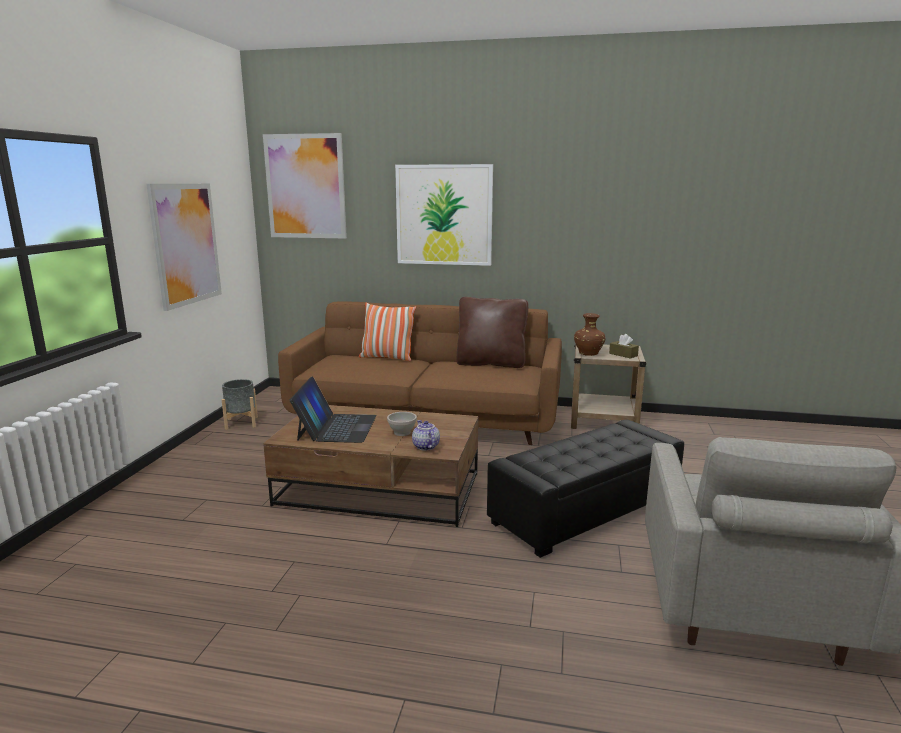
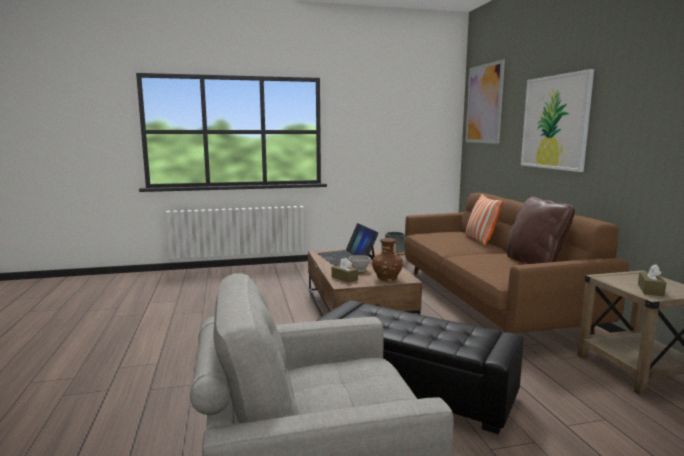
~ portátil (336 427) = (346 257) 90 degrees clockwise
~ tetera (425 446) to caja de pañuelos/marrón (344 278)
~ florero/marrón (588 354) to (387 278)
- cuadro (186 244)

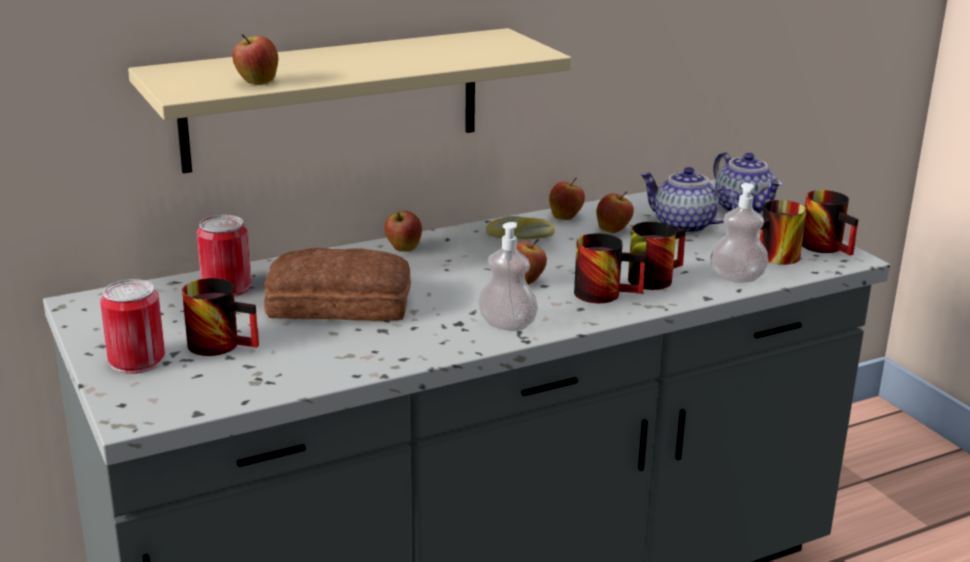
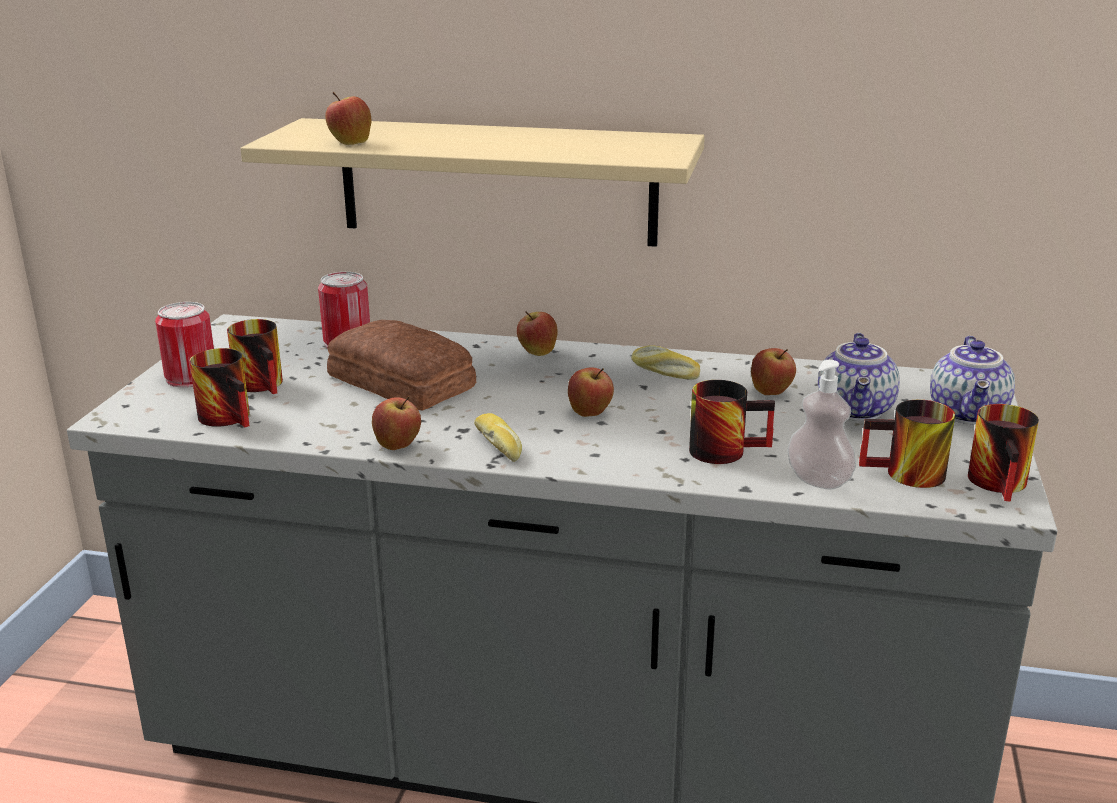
~ taza grande (605 292) to (232 417)
~ manzana (566 217) to (398 445)
~ dispensador de jabón (507 325) to pan (500 445)
~ tetera (682 226) = (857 410) 150 degrees counterclockwise

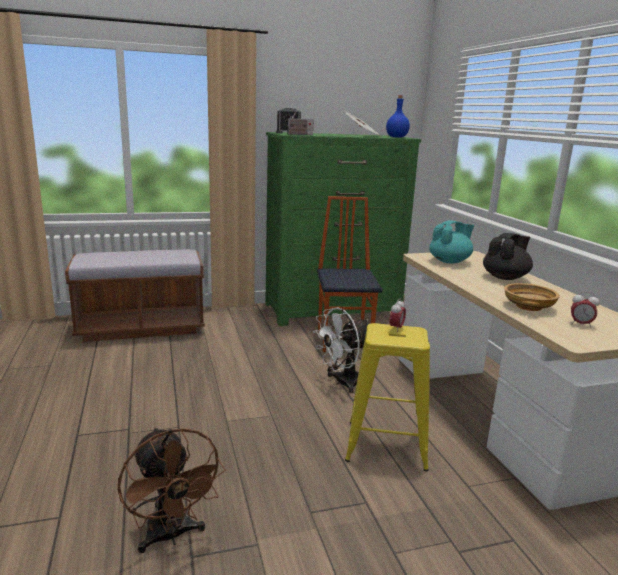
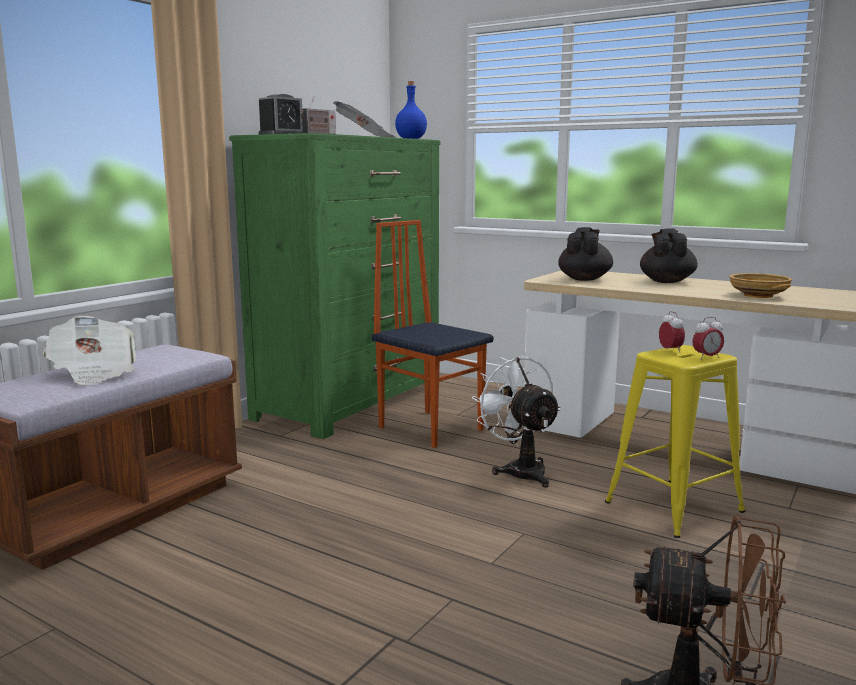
+ periódico (94 373)
~ ventilador/blanco (342 383) = (520 470) 135 degrees clockwise
~ tetera/turquesa (450 261) to tetera/negro (584 279)
~ despertador (580 324) to (706 357)

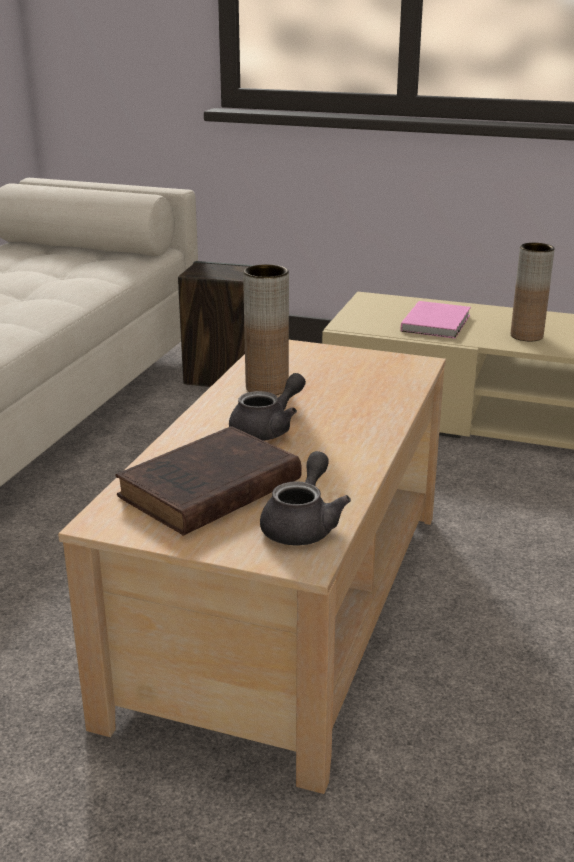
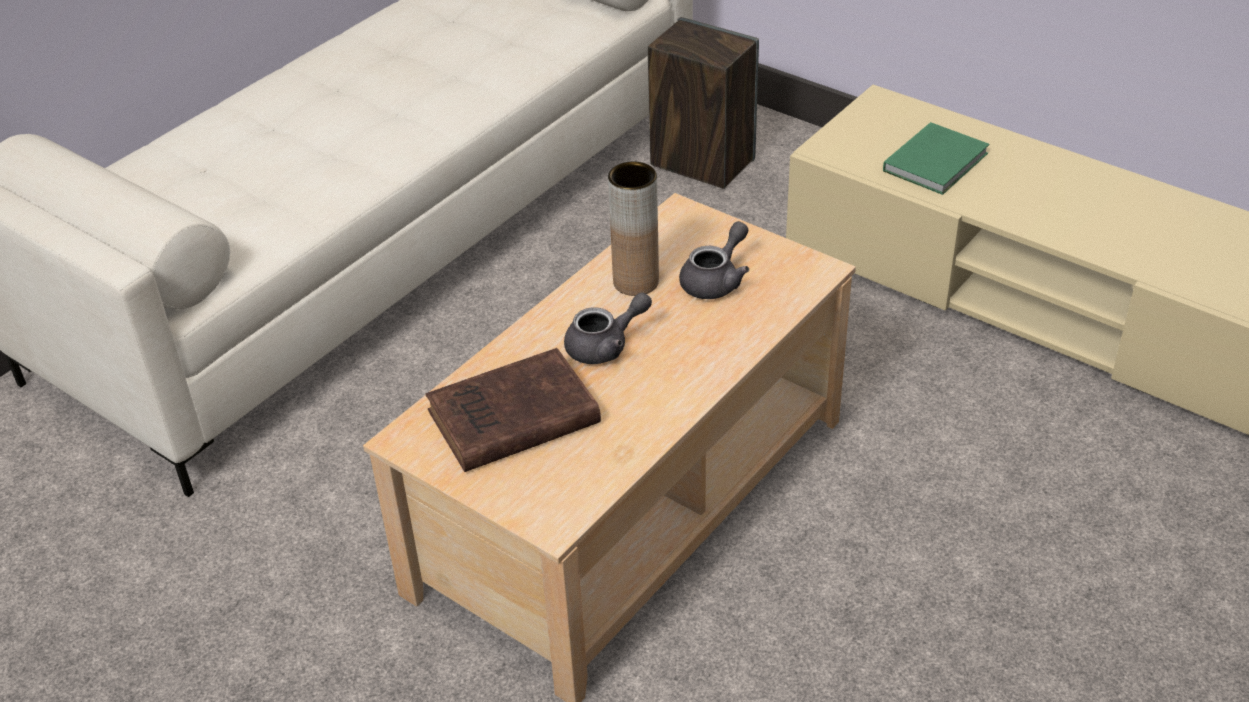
~ tetera/gris (303 525) to (716 280)
~ libro/rosa (437 322) to libro/verde (938 161)
- florero/marrón (526 336)

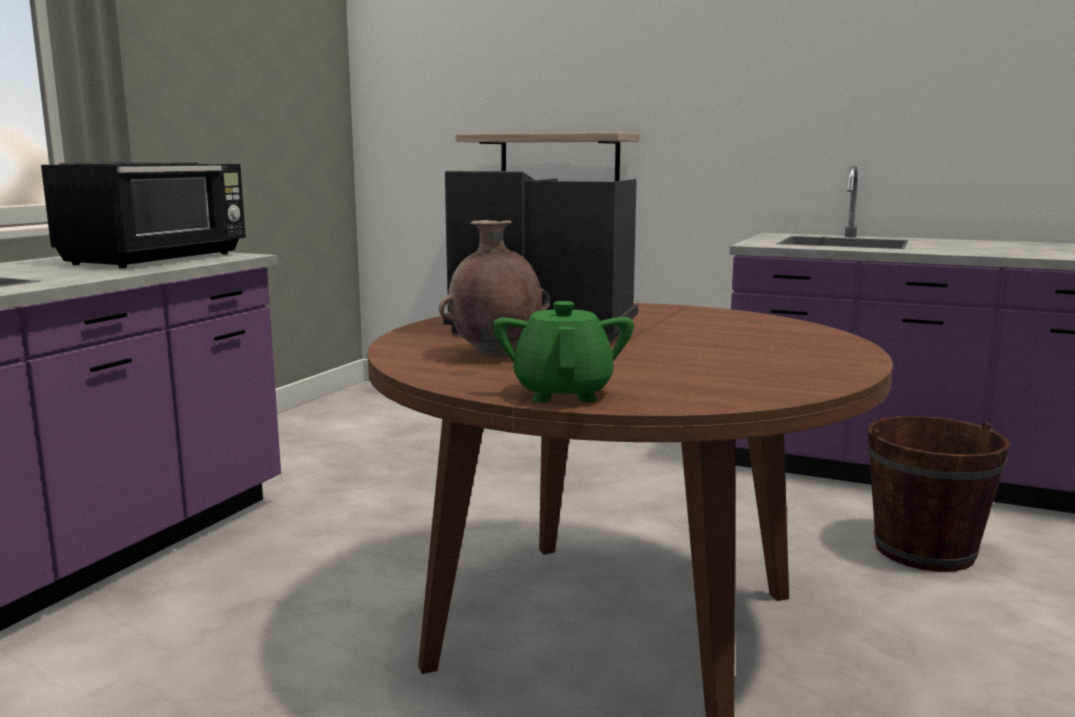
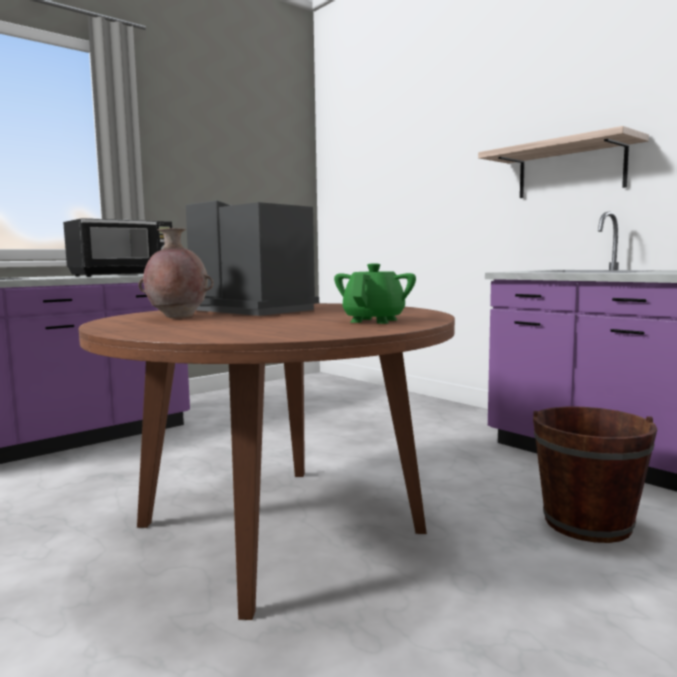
~ tetera/verde (563 393) to (374 321)
~ estante (559 161) to (570 170)

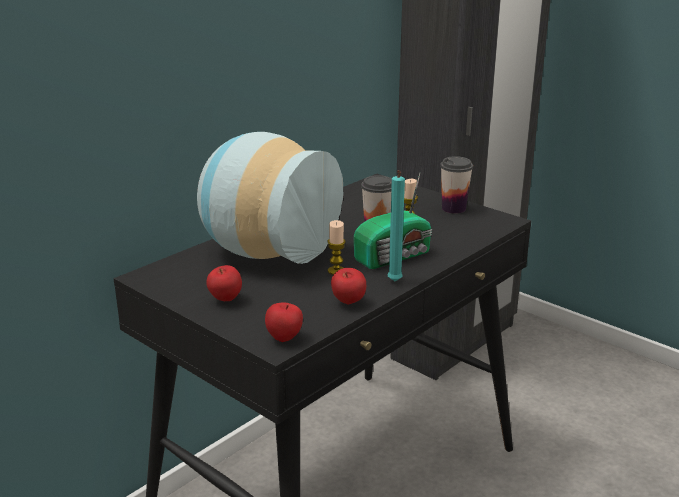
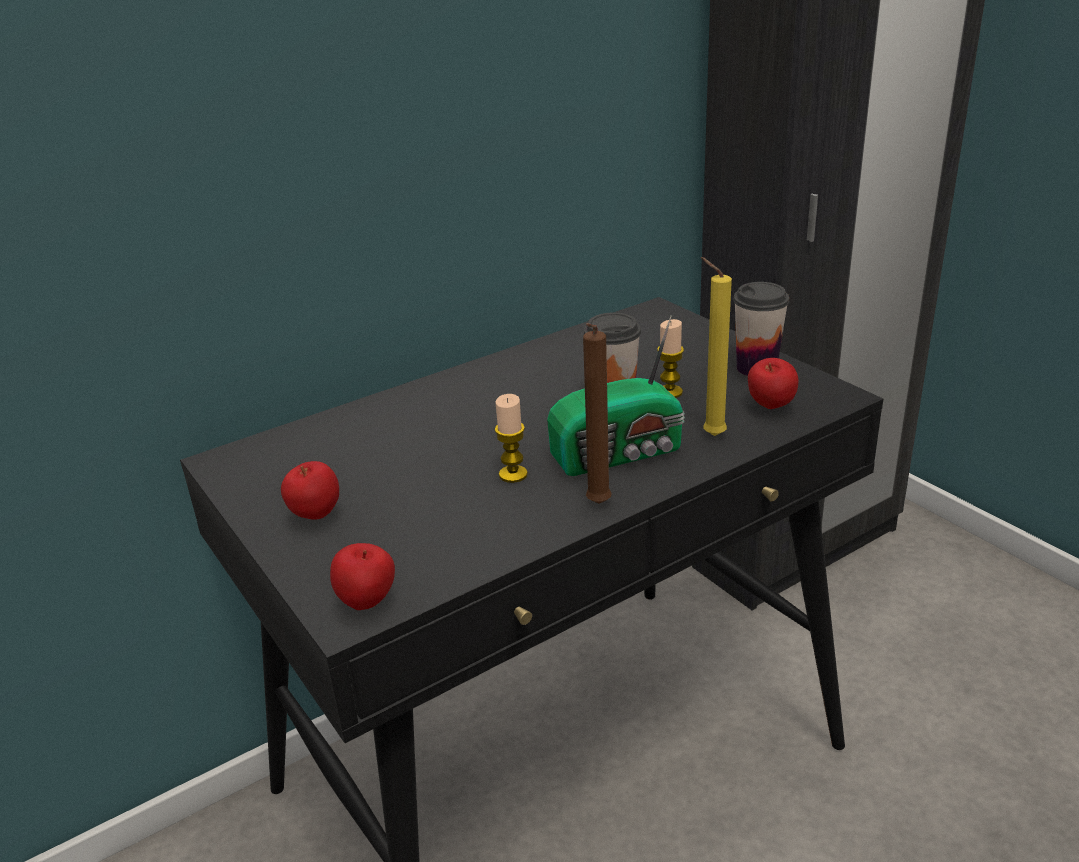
~ vela/turquesa (394 282) to vela/marrón (597 506)
+ vela/amarillo (710 435)
~ manzana (348 303) to (770 407)
- florero (265 252)

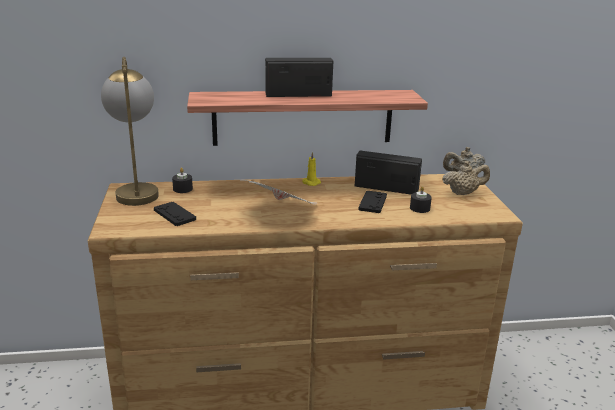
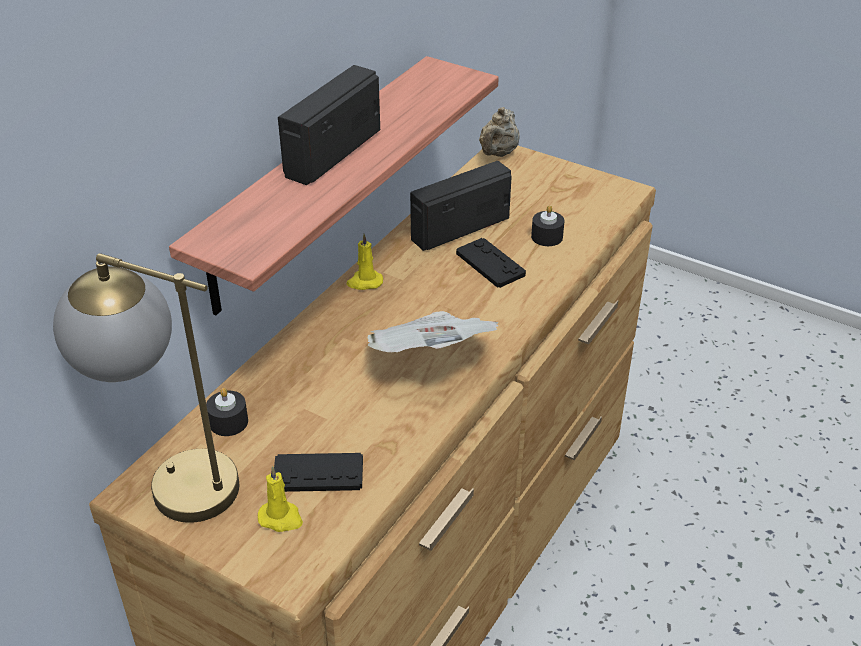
+ vela/amarillo (281 518)
- tetera/beis (463 193)

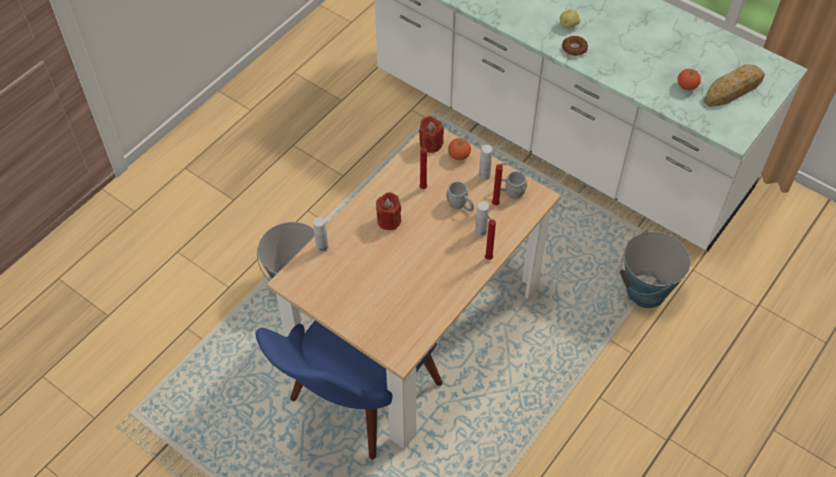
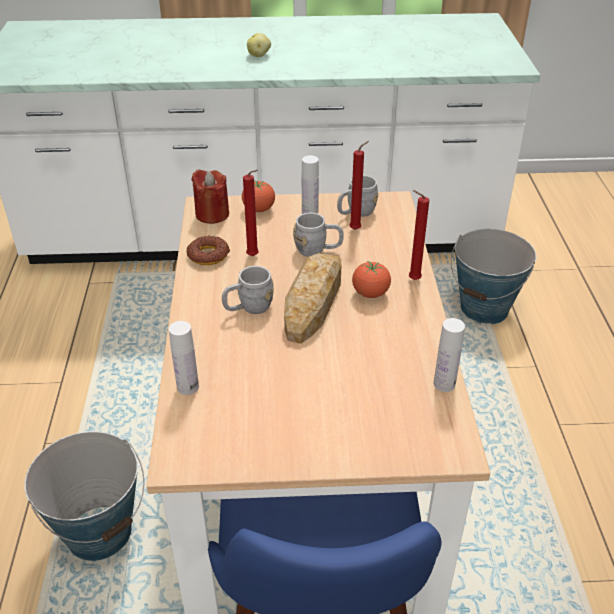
~ rosquilla (574 48) to (208 255)
~ vela/rojo (389 220) to taza grande/gris (248 308)
~ pan (733 89) to (313 302)
~ tomate (686 86) to (370 293)
~ botella/blanco (480 231) to (444 384)

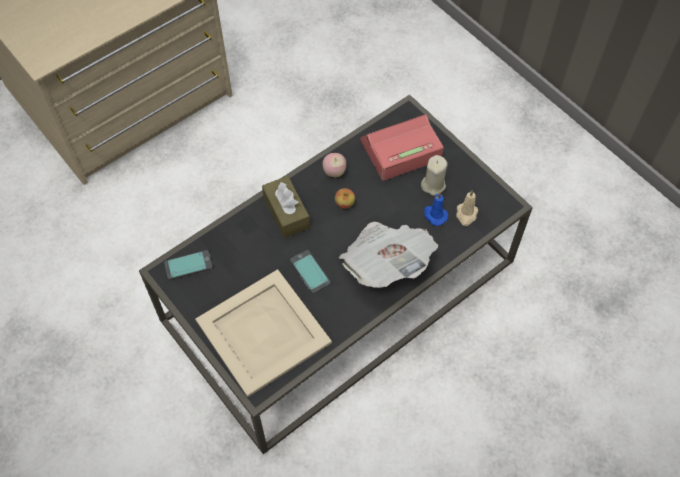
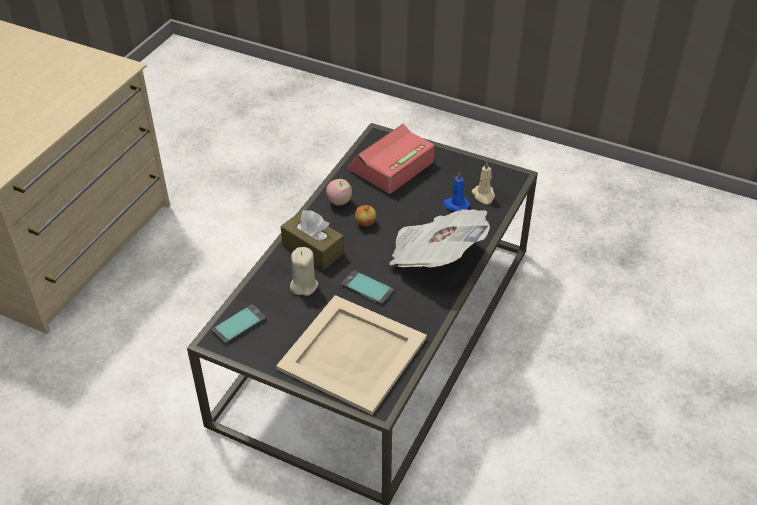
~ vela/beis (433 185) to (303 285)

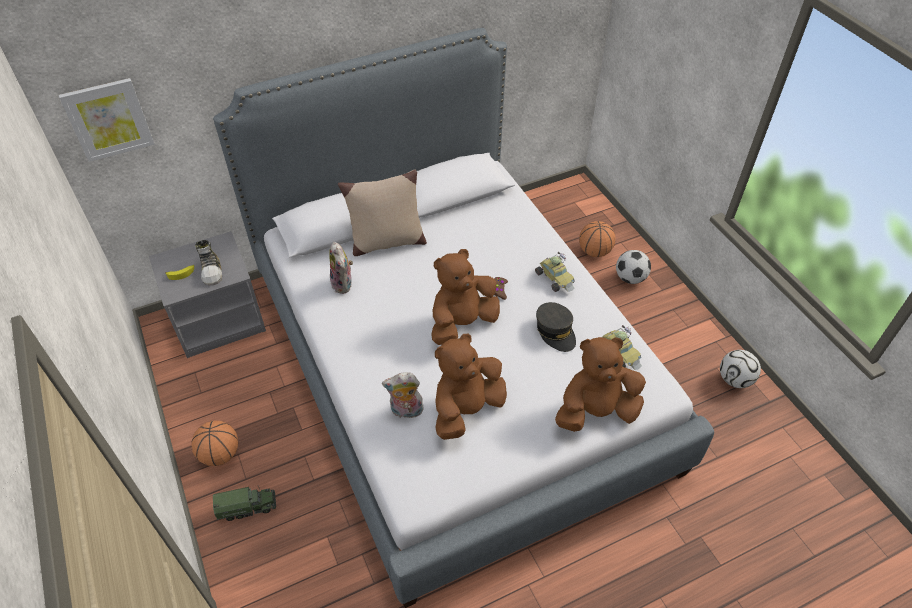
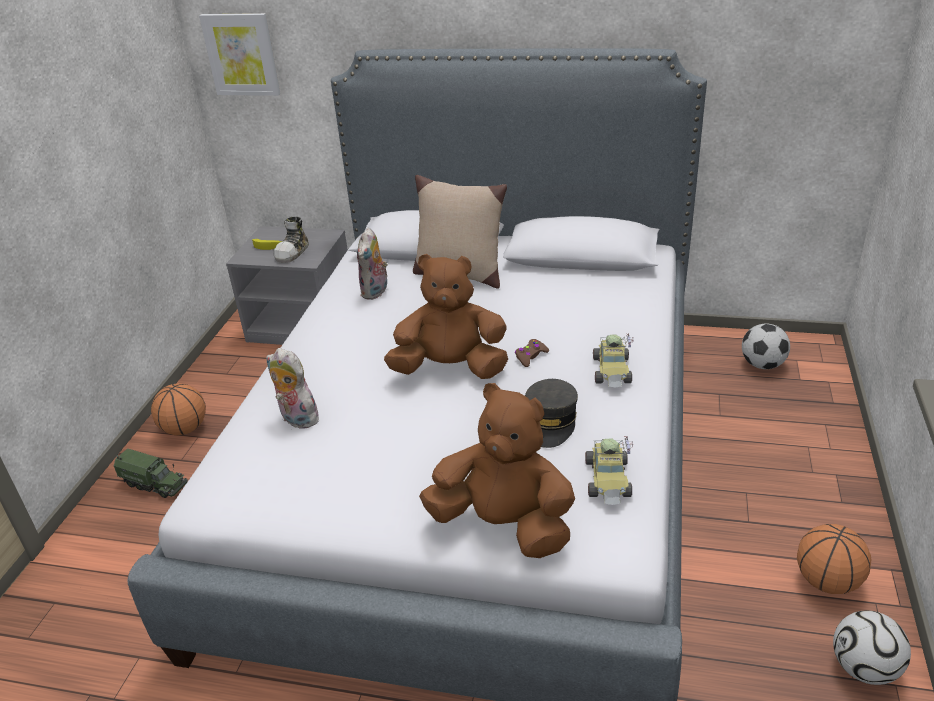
~ balón de fútbol (630 278) to (762 365)
~ balón de baloncesto (594 252) to (827 581)
- peluche/marrón (466 409)

